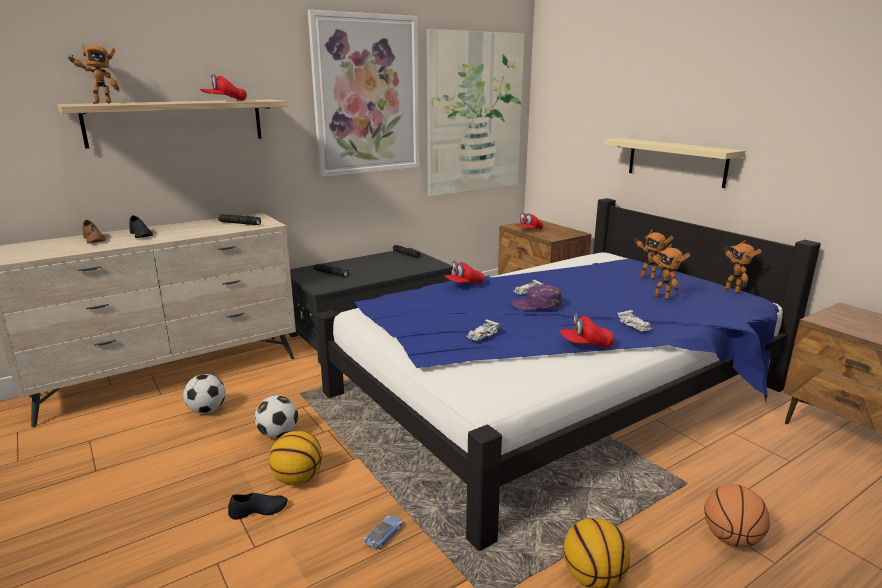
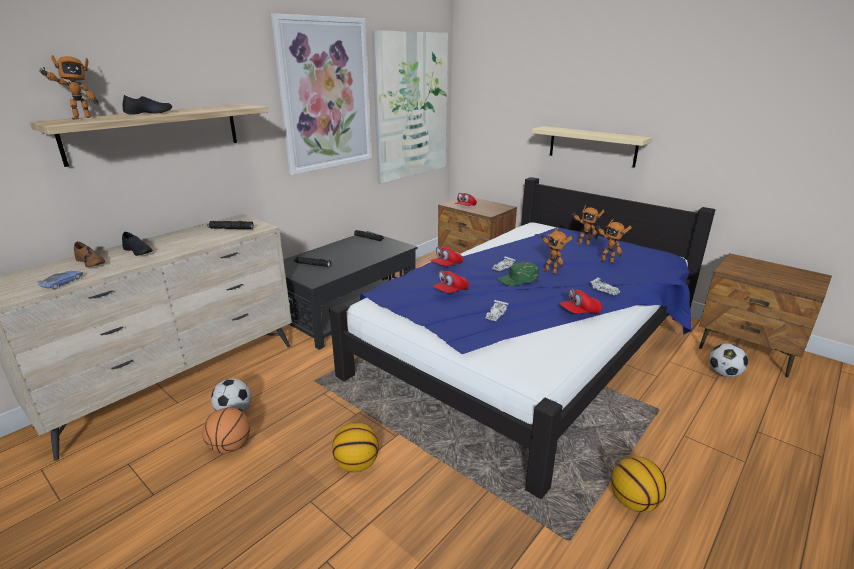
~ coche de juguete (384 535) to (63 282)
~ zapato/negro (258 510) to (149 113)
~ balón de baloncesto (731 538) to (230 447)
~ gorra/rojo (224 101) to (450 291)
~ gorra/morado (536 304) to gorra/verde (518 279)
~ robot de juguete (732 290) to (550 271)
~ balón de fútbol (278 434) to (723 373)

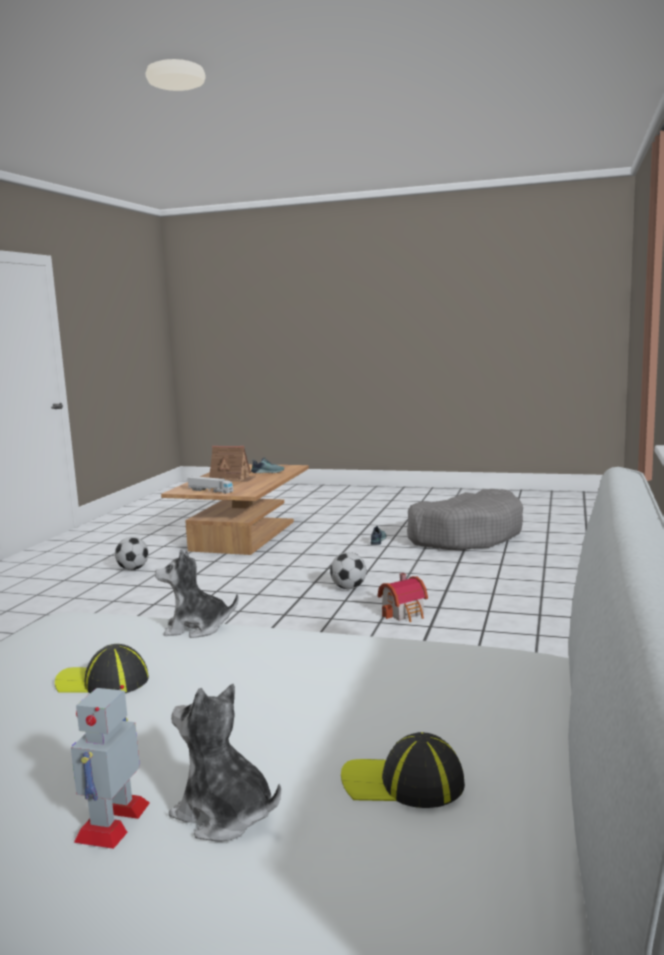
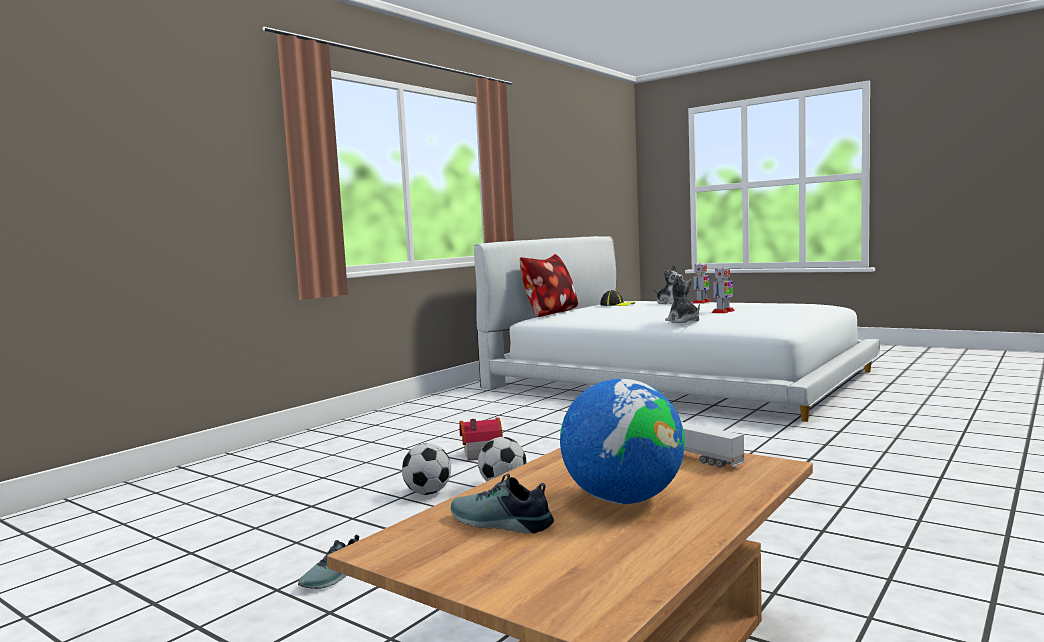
~ balón de fútbol (133 569) to (428 493)
+ cojín (550 314)
~ casita (232 479) to globo terráqueo (623 500)
~ peluche (196 628) = (683 321) 135 degrees counterclockwise
~ gorra (103 682) to robot de juguete (723 312)
- cama para perro/gris (465 536)

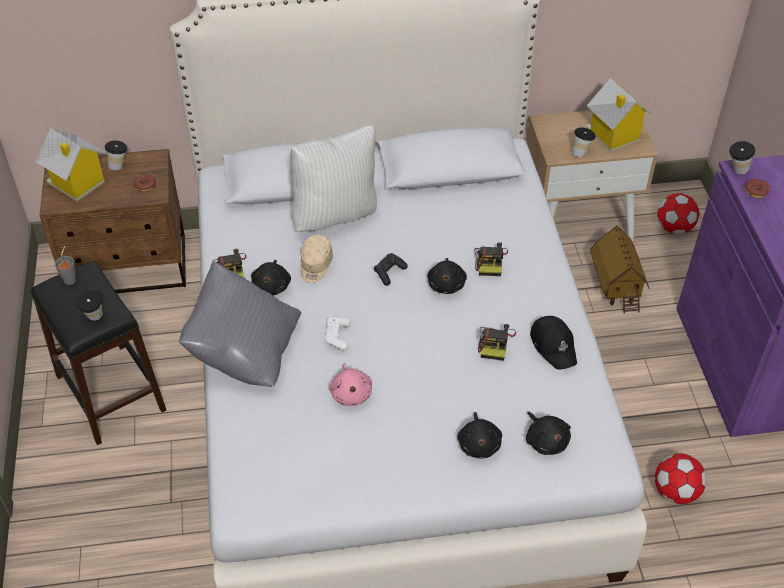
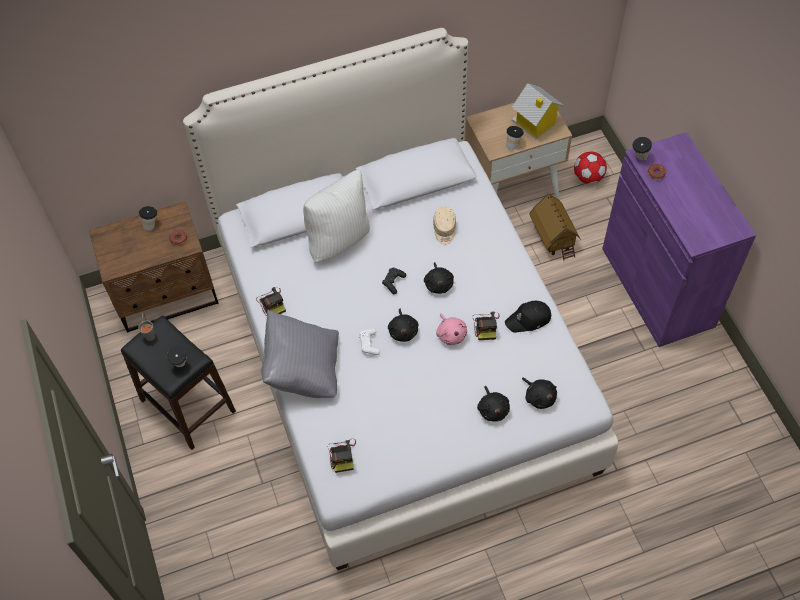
~ cámara (490 261) to (342 455)
~ peluche/negro (272 286) to (403 331)
~ gorra/beis (315 265) to (444 229)
~ peluche/rosa (351 393) to (451 334)
~ gorra/negro (554 345) = (529 319) 105 degrees clockwise
- casita (77 184)
- balón de fútbol (675 492)

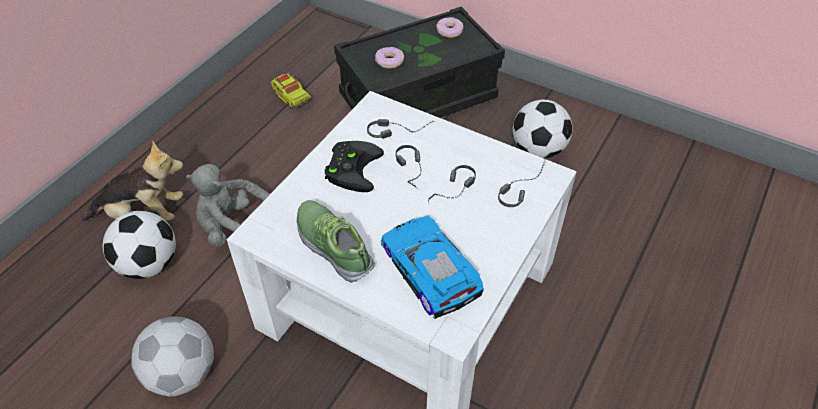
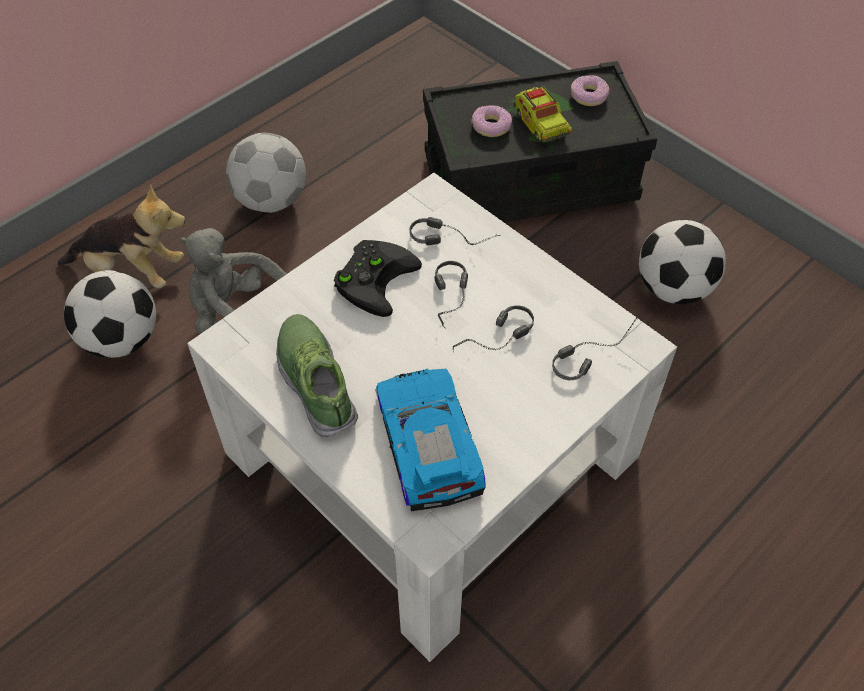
~ balón de fútbol (181 373) to (270 200)
~ camión de juguete (291 97) to (540 124)

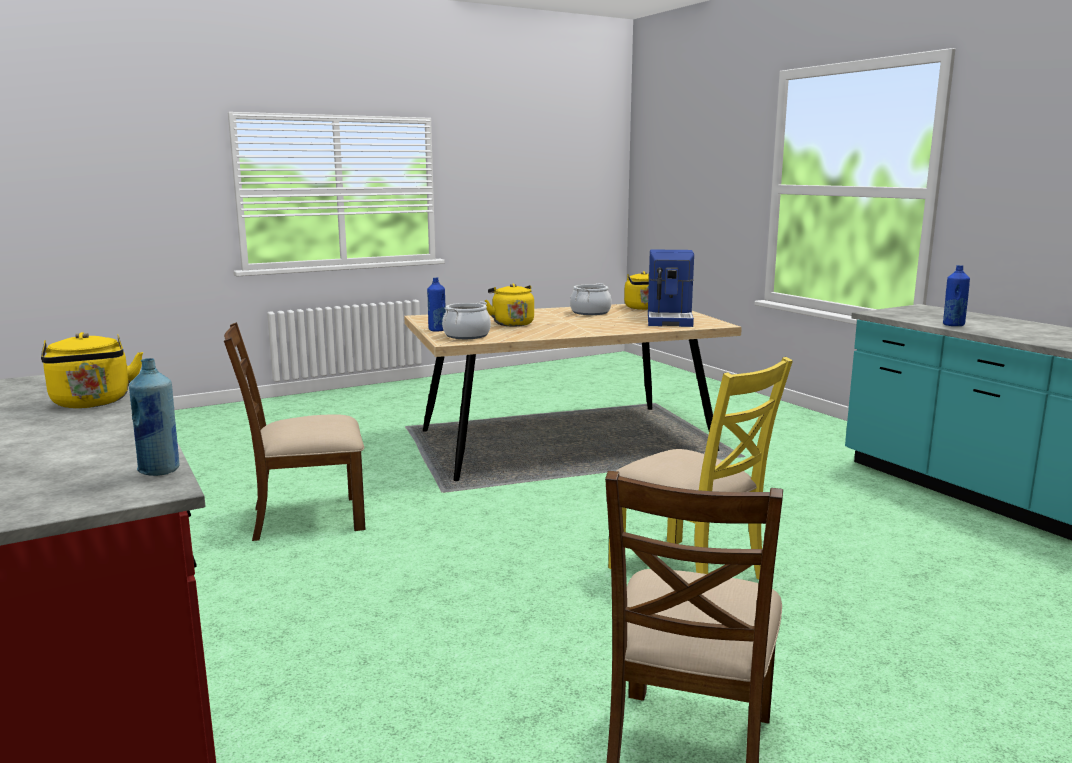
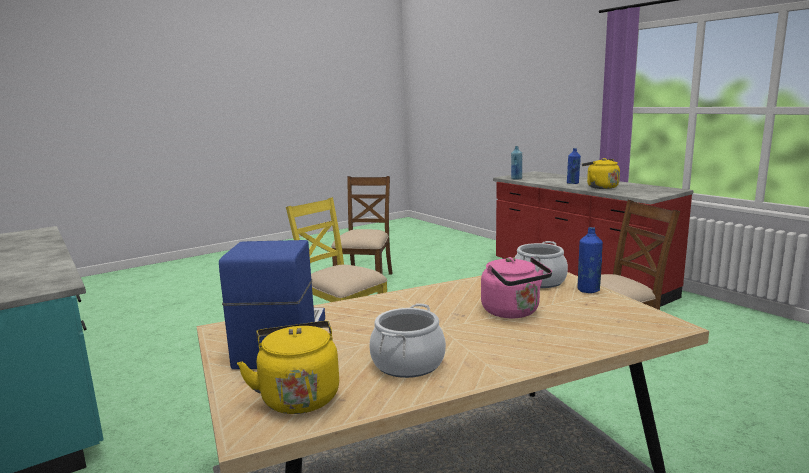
~ hervidor/amarillo (511 323) to hervidor/rosa (513 312)
~ botella/azul (953 325) to (573 183)

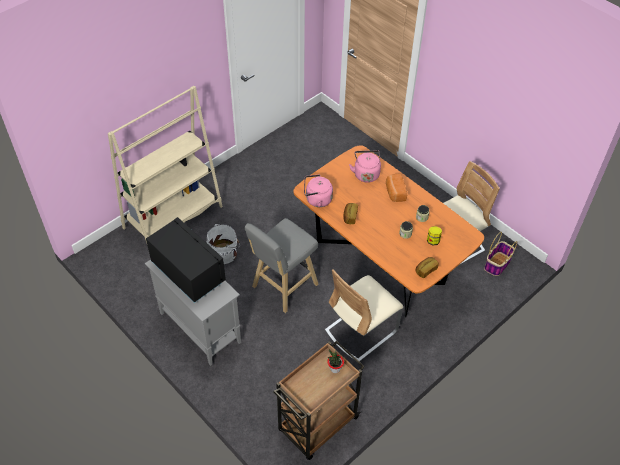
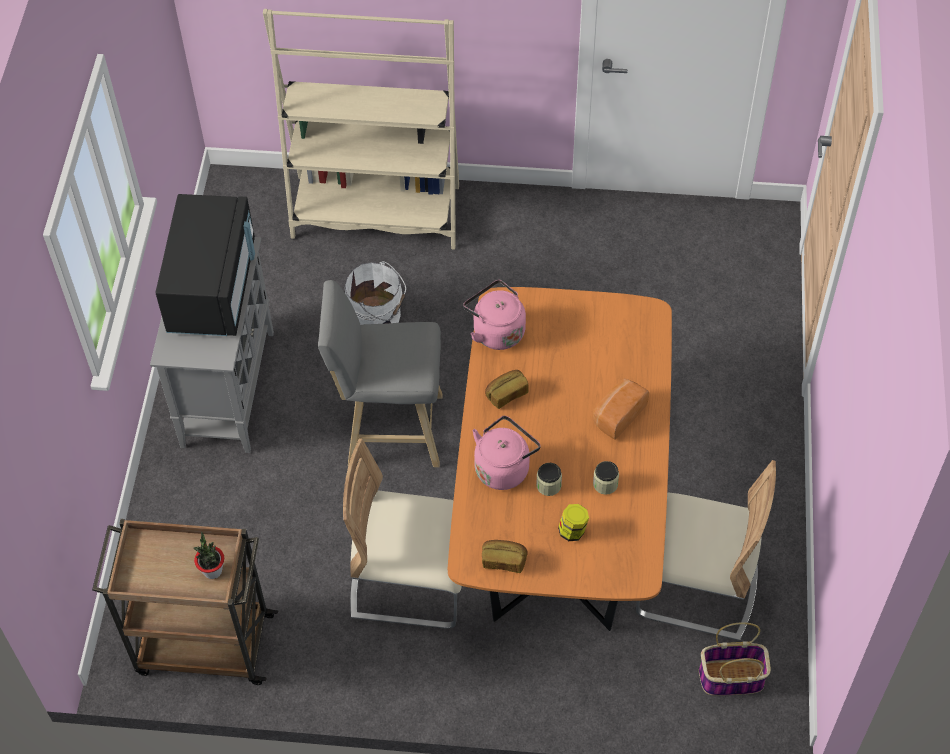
~ hervidor/rosa (366 173) to (504 467)

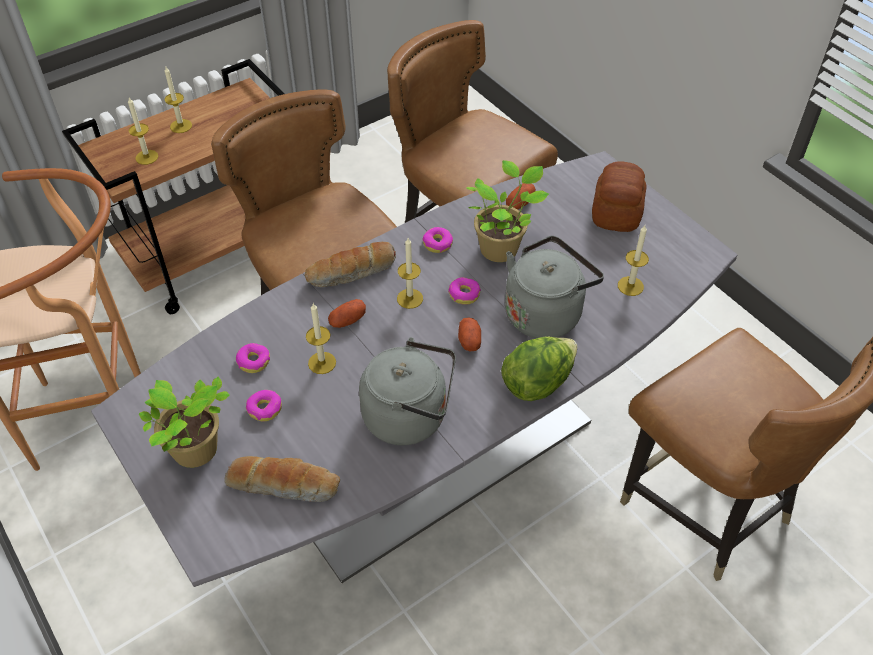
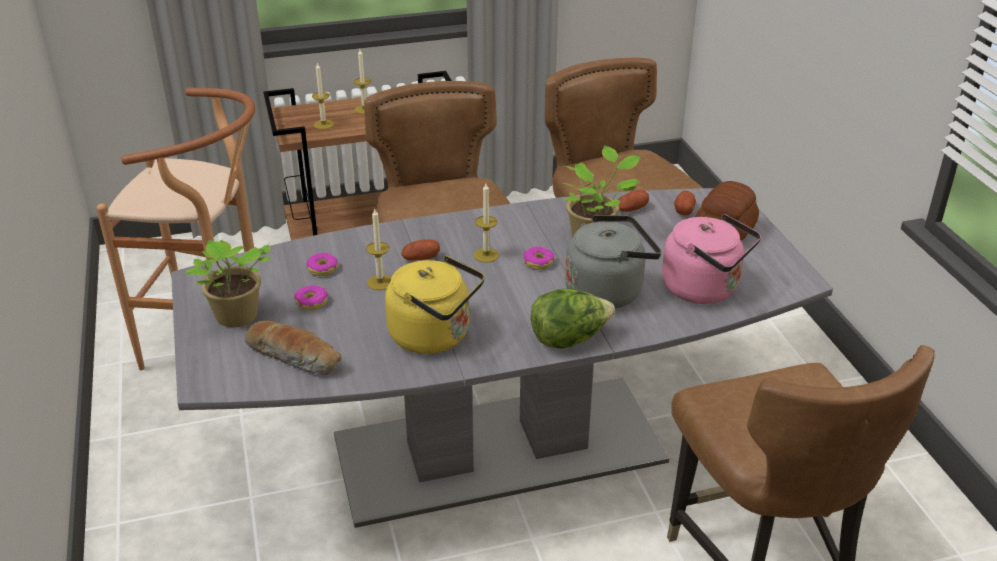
~ hervidor/gris (410 416) to hervidor/amarillo (435 336)
~ vela (630 286) to hervidor/rosa (705 289)
~ patata (469 340) to (684 210)
- pan (352 273)
- rosquilla (437 244)

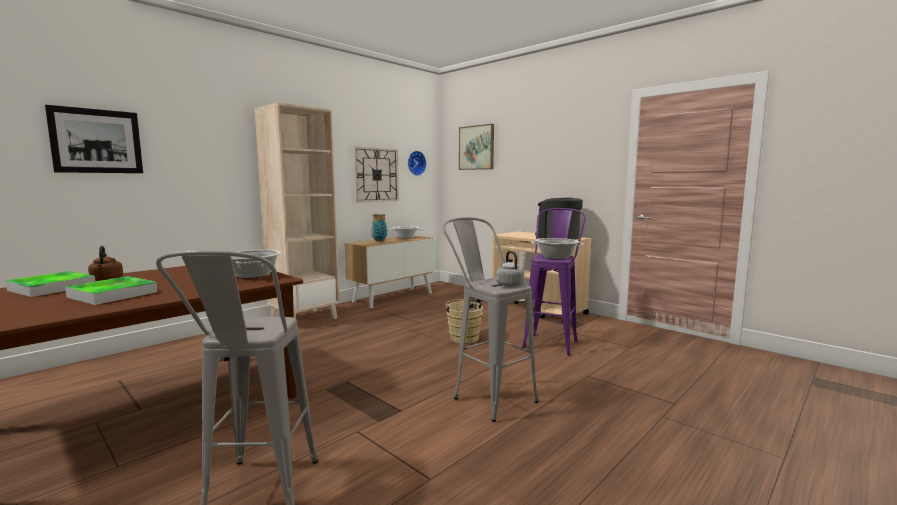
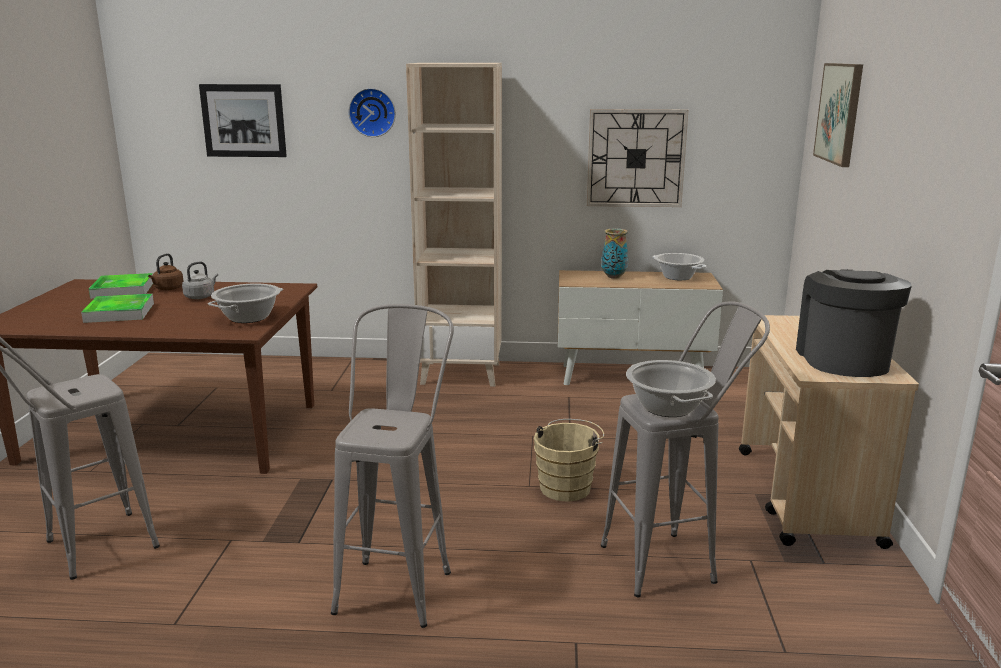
~ hervidor/gris (509 284) to (201 296)
~ reloj de pared (415 163) to (372 112)
~ taburete/morado (552 341) to taburete/gris (674 561)

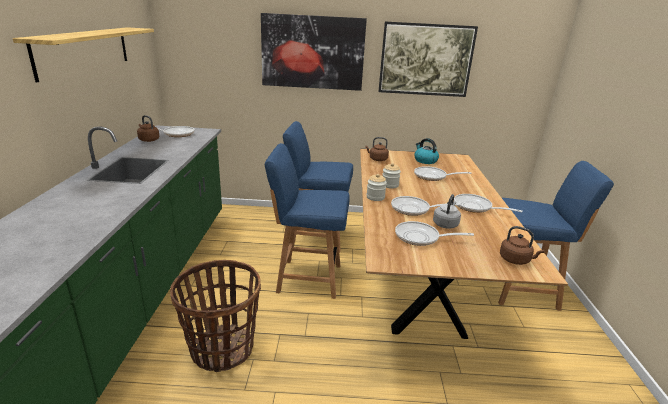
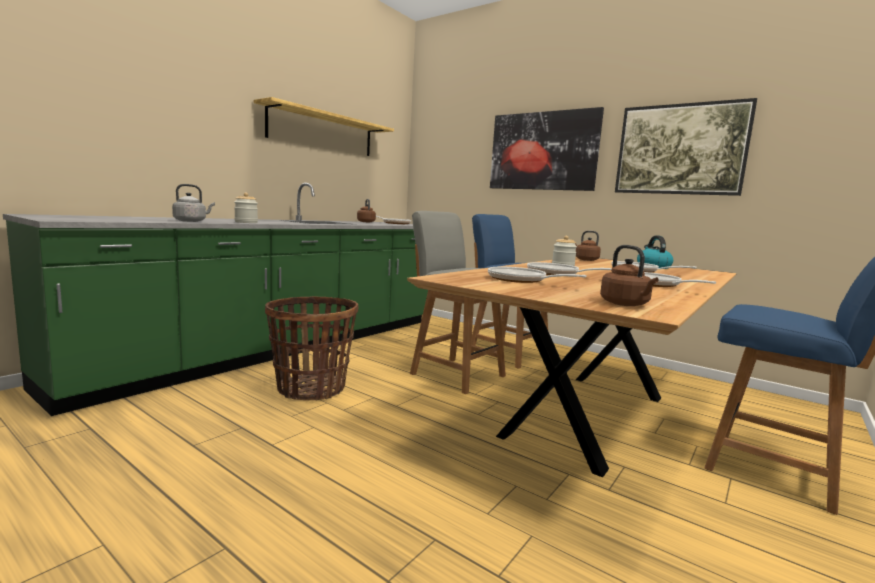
~ hervidor/gris (445 224) to (192 221)
~ tarro (375 197) to (246 222)
~ silla/azul (307 278) to silla/gris (456 374)

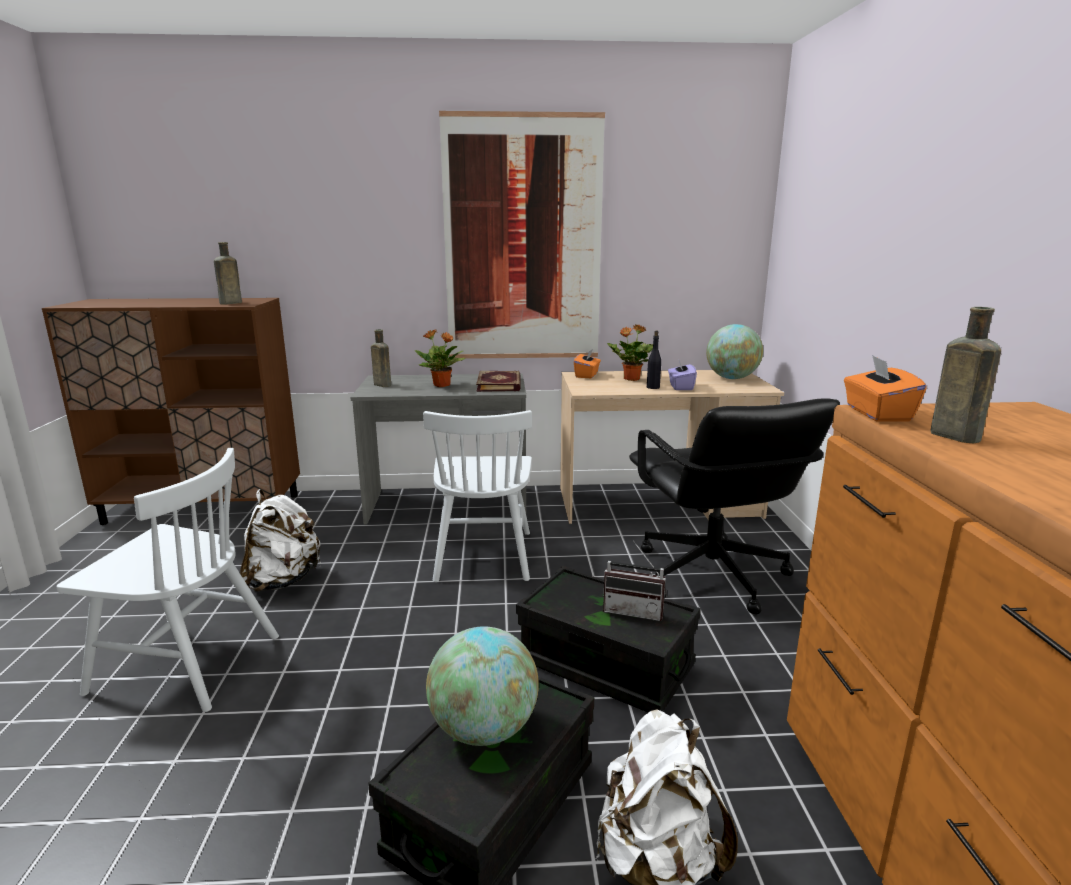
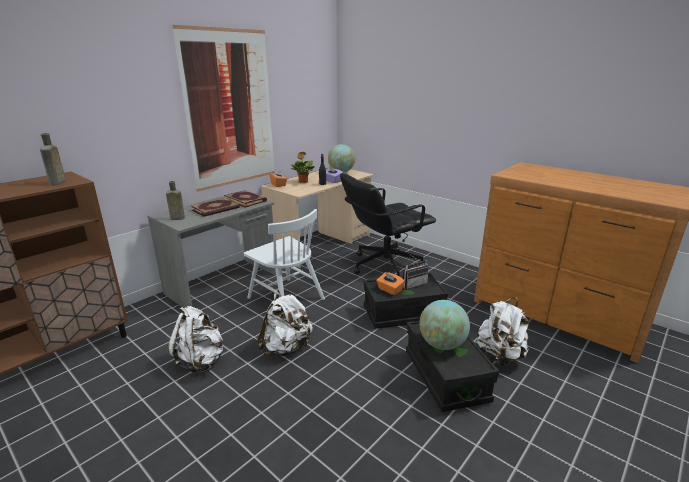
~ planta en maceta (442 385) to libro (216 209)
+ mochila/blanco (286 348)
~ silla de oficina/negro (711 575) = (384 265) 120 degrees clockwise
~ caja de pañuelos/naranja (877 414) to (389 290)
- silla/blanco (185 663)
- botella/marrón (951 435)

